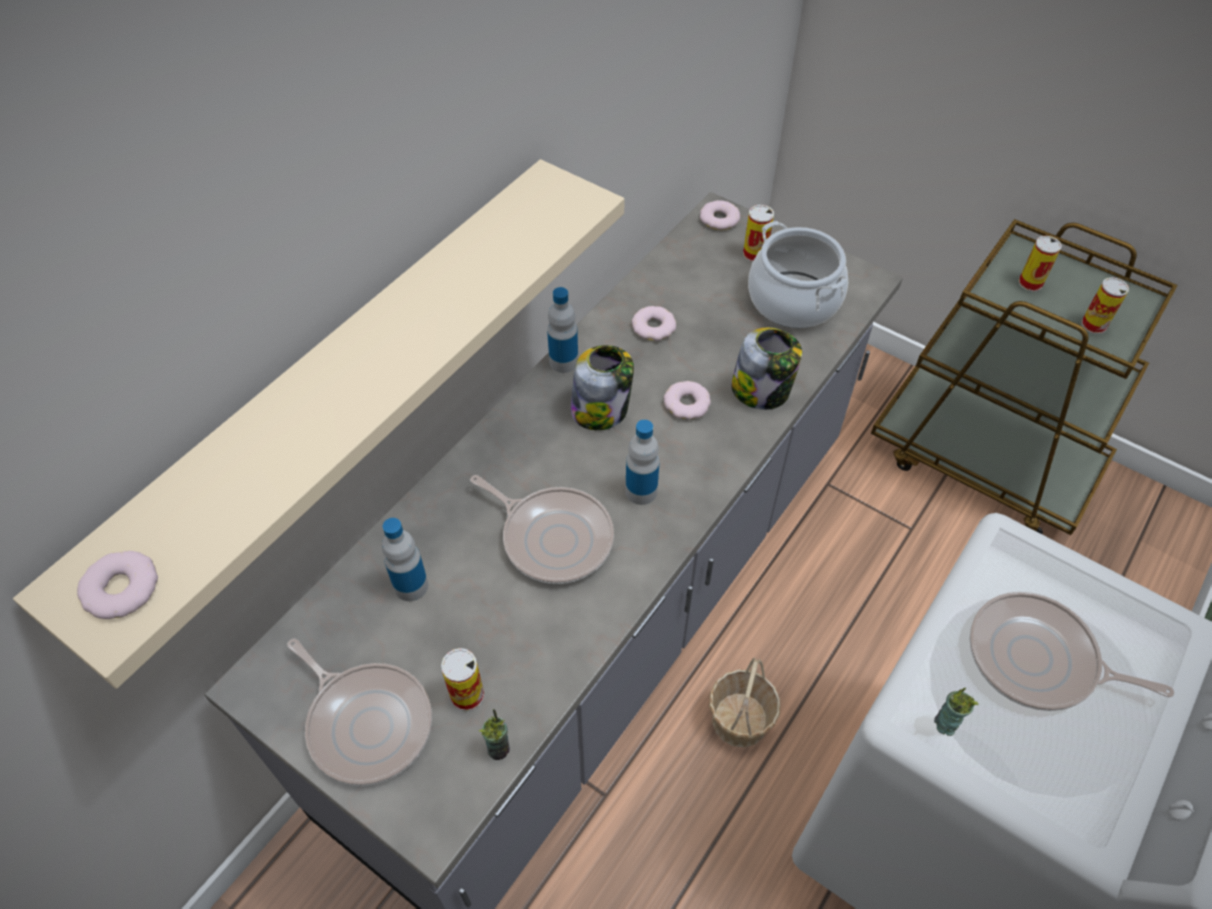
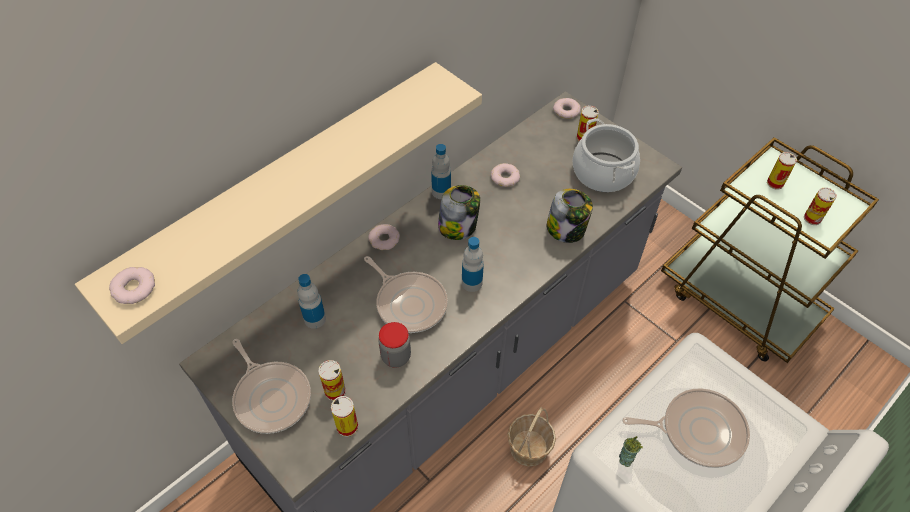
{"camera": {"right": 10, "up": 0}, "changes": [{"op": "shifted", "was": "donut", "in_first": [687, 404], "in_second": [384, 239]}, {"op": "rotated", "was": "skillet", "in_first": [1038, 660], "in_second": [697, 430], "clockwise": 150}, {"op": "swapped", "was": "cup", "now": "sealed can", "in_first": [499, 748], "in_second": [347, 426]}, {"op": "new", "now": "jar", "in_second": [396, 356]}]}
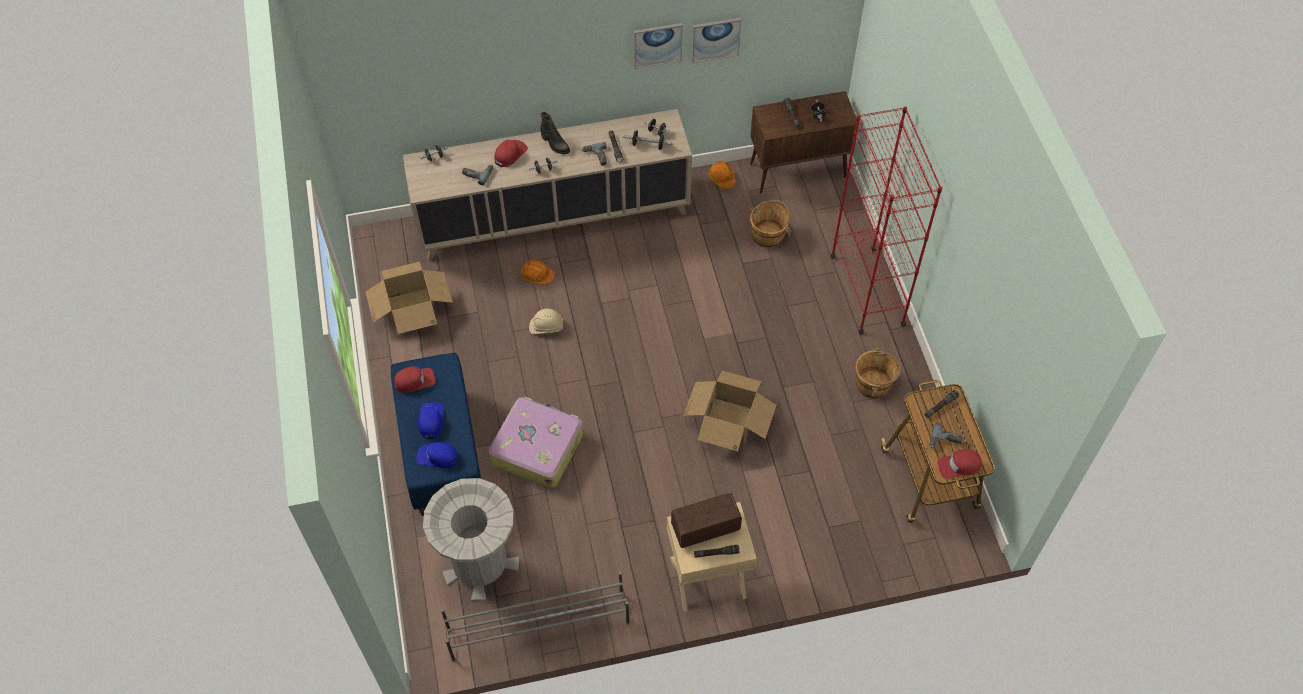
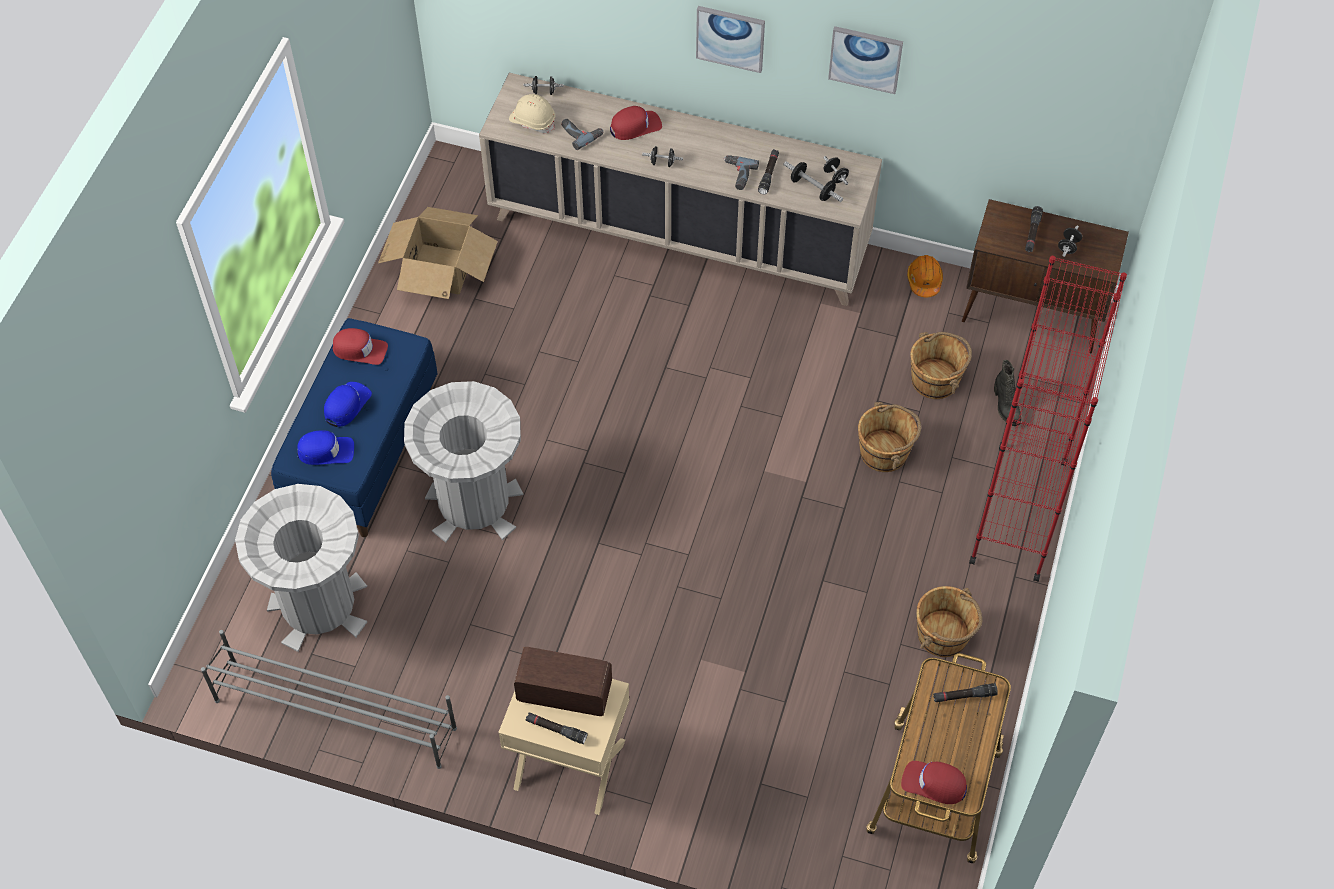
{"camera": {"right": 30, "up": 0}, "changes": [{"op": "shifted", "was": "picture", "in_first": [715, 39], "in_second": [730, 38]}, {"op": "shifted", "was": "blackish tall boot", "in_first": [555, 144], "in_second": [1005, 406]}, {"op": "gone", "was": "orange-coloured hard hat", "in_first": [537, 275]}, {"op": "shifted", "was": "beige hard hat", "in_first": [546, 326], "in_second": [532, 121]}, {"op": "gone", "was": "carton", "in_first": [728, 421]}, {"op": "swapped", "was": "travel case", "now": "grey rubbish bin", "in_first": [537, 447], "in_second": [474, 504]}, {"op": "gone", "was": "electric drill", "in_first": [945, 442]}, {"op": "rotated", "was": "bluish baseball cap", "in_first": [438, 457], "in_second": [326, 451], "clockwise": 135}, {"op": "new", "now": "brown-coloured pail", "in_second": [885, 452]}]}
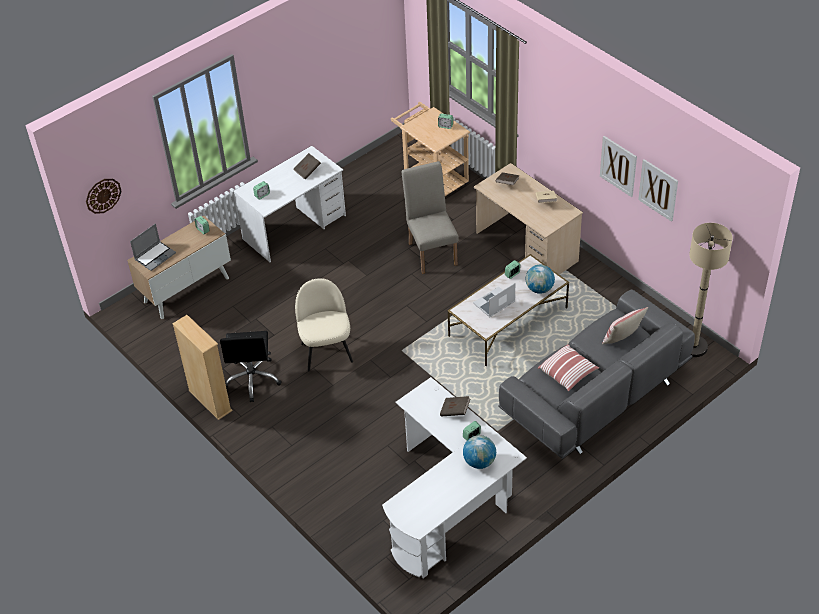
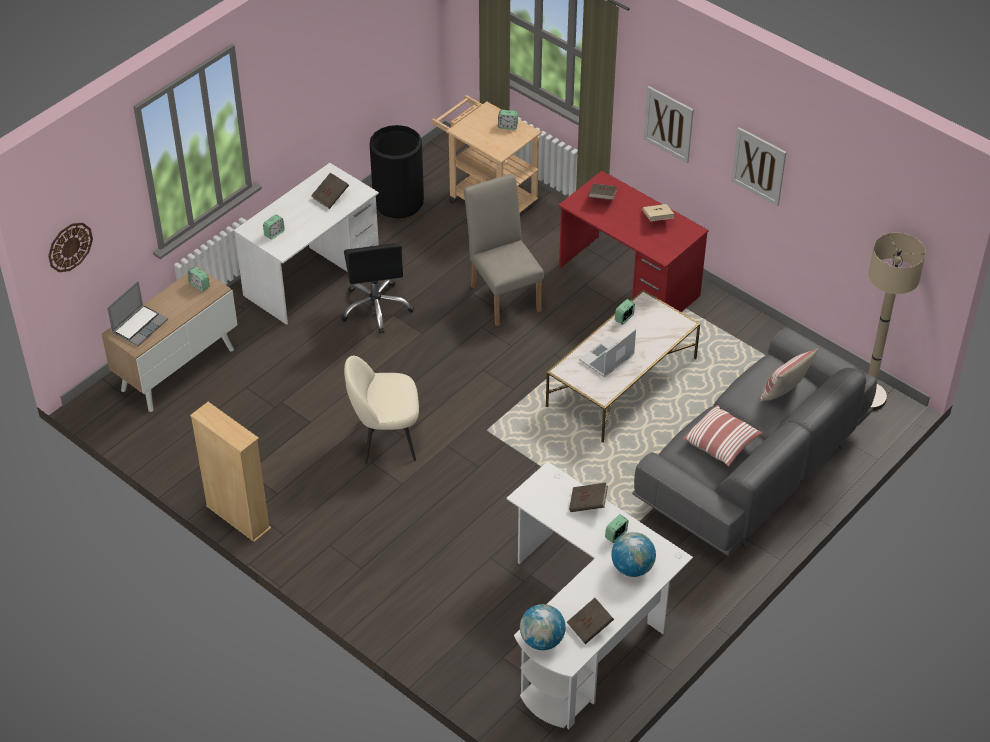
{"camera": {"right": -10, "up": 0}, "changes": [{"op": "shifted", "was": "picture", "in_first": [658, 190], "in_second": [668, 124]}, {"op": "repainted", "was": "beige desk", "now": "red desk", "in_first": [526, 247], "in_second": [629, 282]}, {"op": "shifted", "was": "desk globe", "in_first": [539, 289], "in_second": [542, 640]}, {"op": "rotated", "was": "beige chair", "in_first": [326, 351], "in_second": [385, 439], "clockwise": -75}, {"op": "shifted", "was": "blackish desk chair", "in_first": [252, 379], "in_second": [376, 308]}, {"op": "new", "now": "blackish rubbish bin", "in_second": [398, 202]}, {"op": "new", "now": "brown-coloured bound book", "in_second": [590, 627]}]}
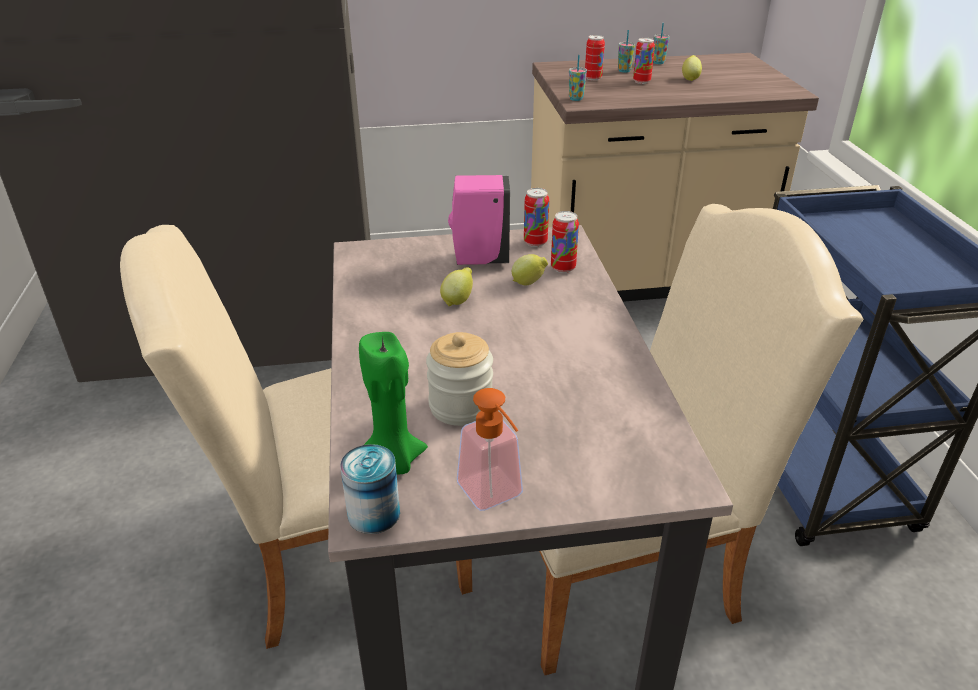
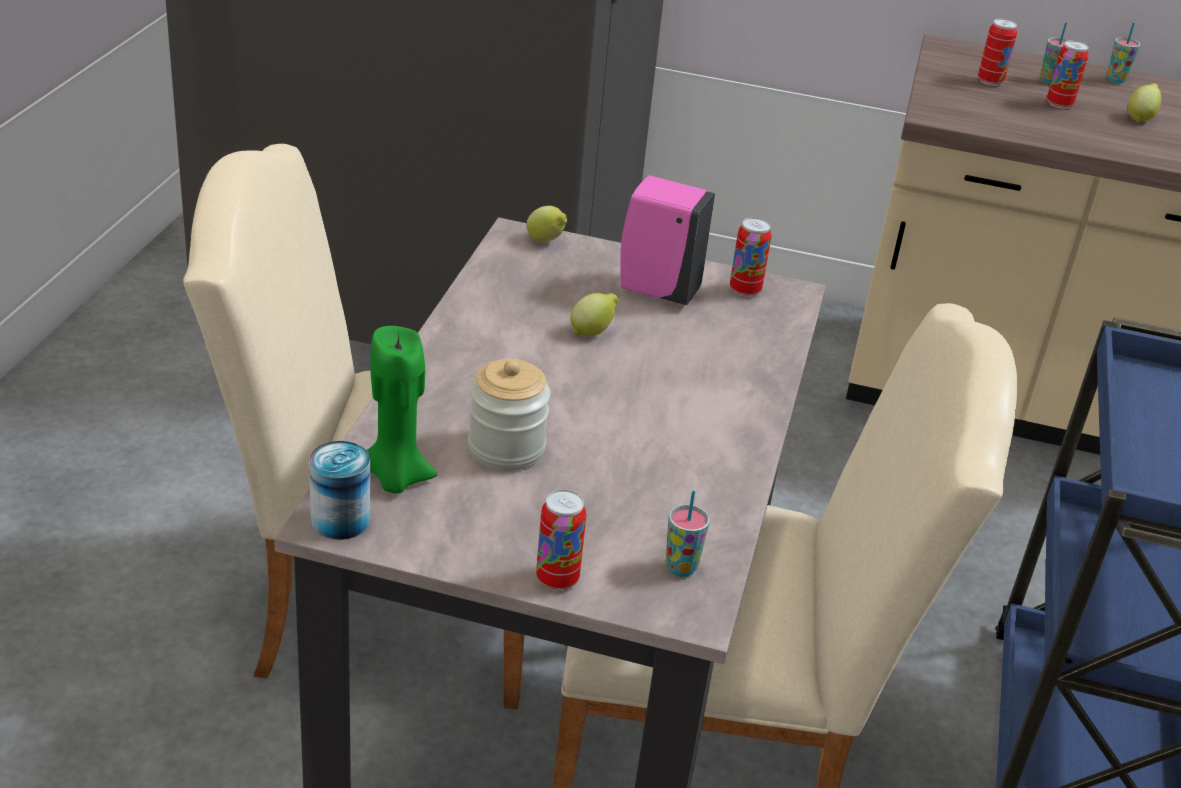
{"camera": {"right": 20, "up": 0}, "changes": [{"op": "shifted", "was": "cup", "in_first": [576, 99], "in_second": [681, 567]}, {"op": "shifted", "was": "sealed can", "in_first": [563, 268], "in_second": [557, 578]}, {"op": "shifted", "was": "citrus fruit", "in_first": [529, 283], "in_second": [546, 241]}, {"op": "gone", "was": "soap dispenser", "in_first": [495, 496]}]}
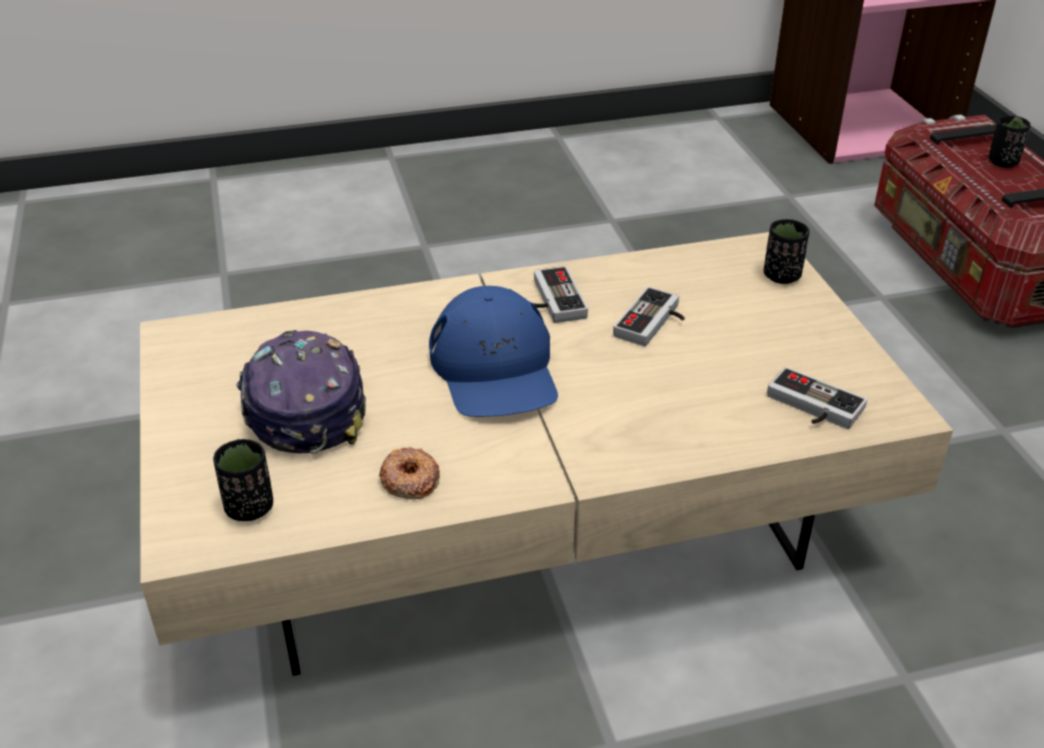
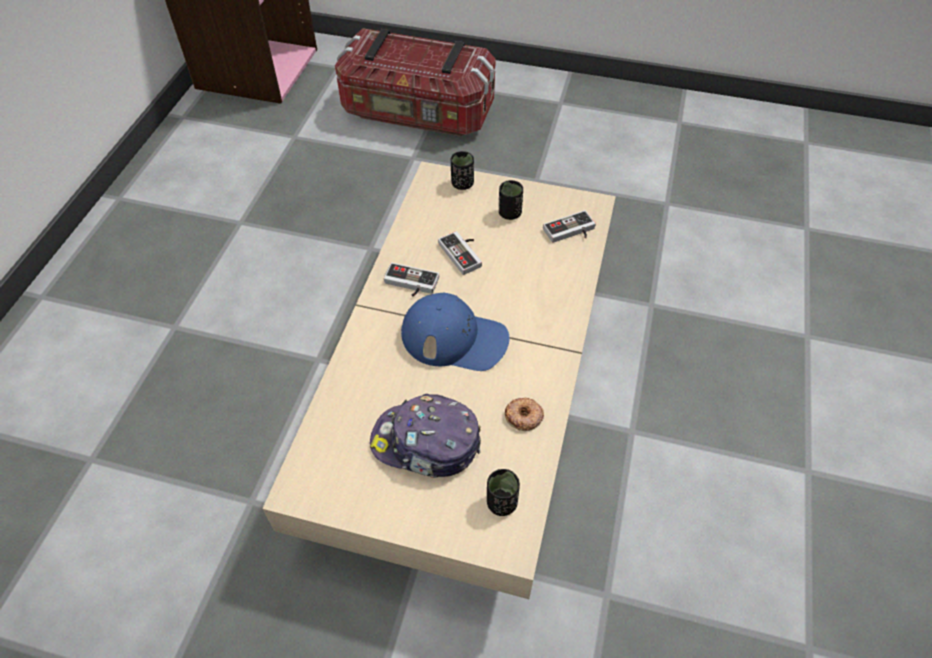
{"camera": {"right": -60, "up": 15}, "changes": [{"op": "shifted", "was": "blackish cup", "in_first": [1003, 162], "in_second": [509, 213]}]}
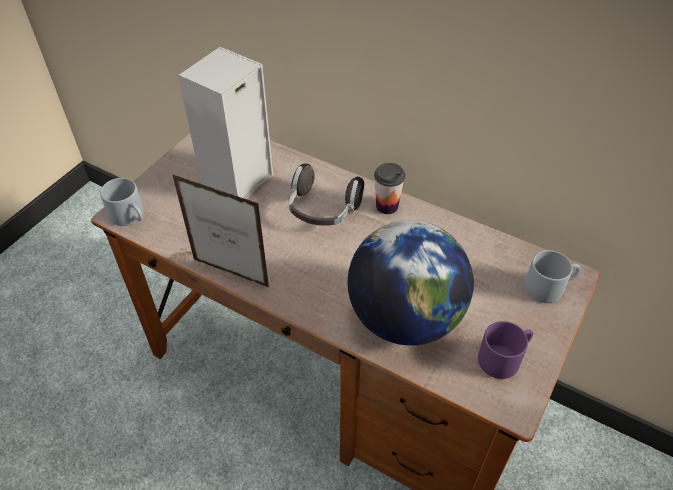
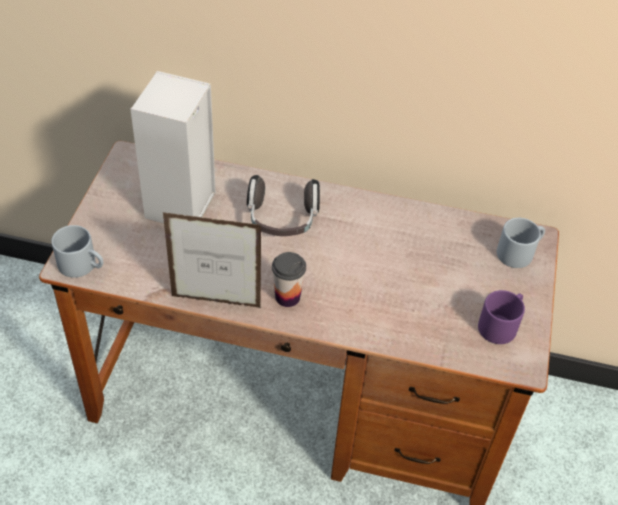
{"camera": {"right": -20, "up": 0}, "changes": [{"op": "shifted", "was": "cup", "in_first": [387, 206], "in_second": [287, 297]}, {"op": "gone", "was": "desk globe", "in_first": [404, 318]}]}
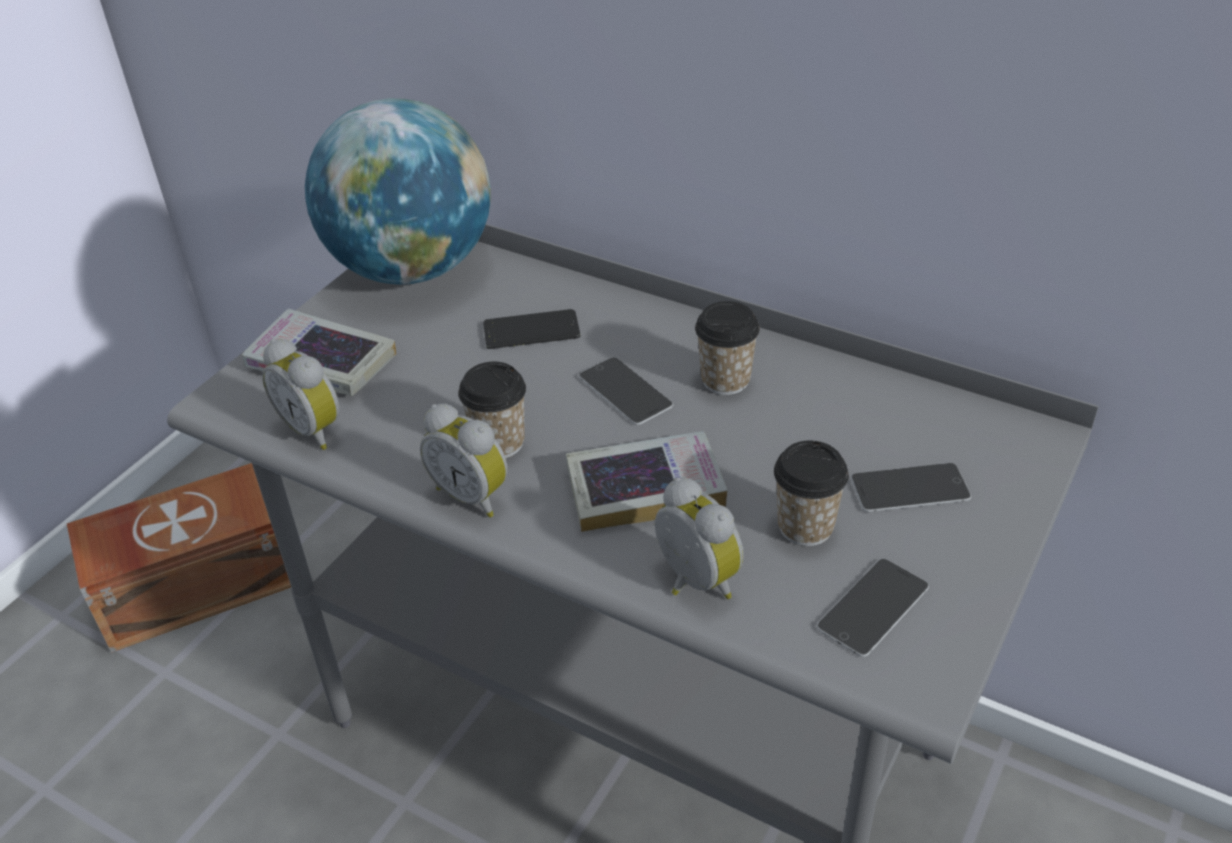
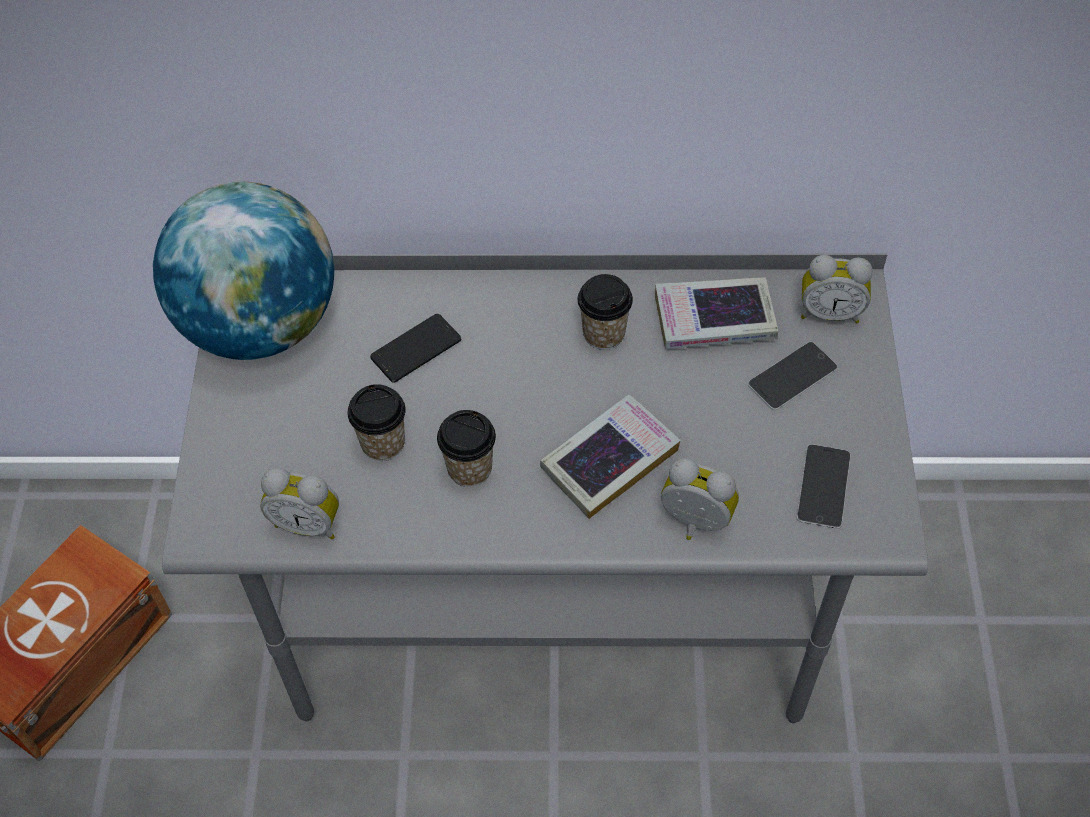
{"camera": {"right": -30, "up": 15}, "changes": [{"op": "shifted", "was": "bound book", "in_first": [321, 363], "in_second": [714, 320]}, {"op": "gone", "was": "phone", "in_first": [625, 391]}, {"op": "shifted", "was": "bedside clock", "in_first": [473, 495], "in_second": [829, 312]}, {"op": "shifted", "was": "cup", "in_first": [805, 526], "in_second": [383, 443]}]}
